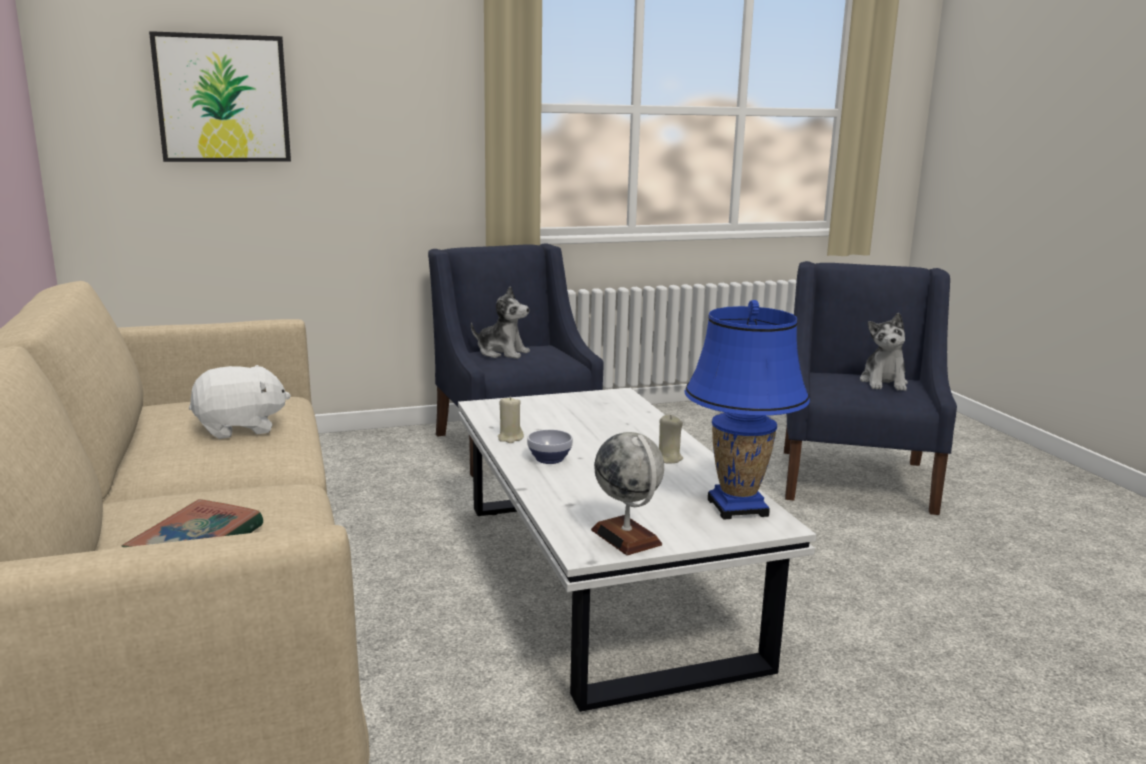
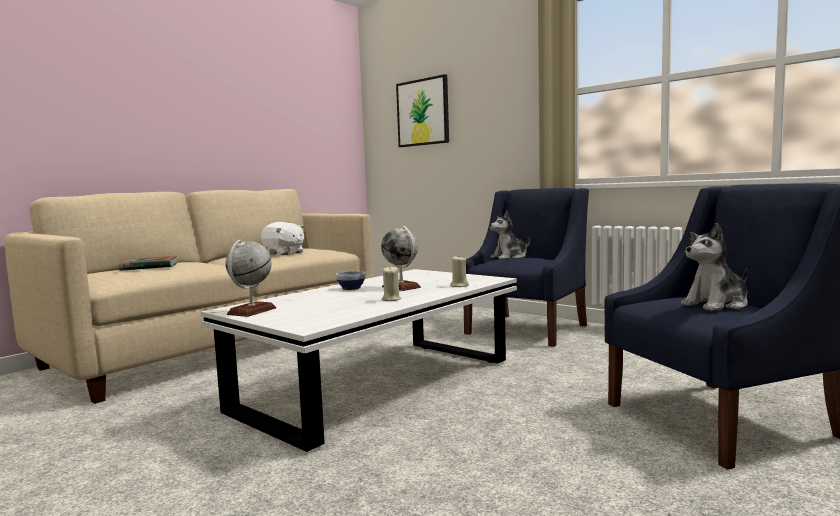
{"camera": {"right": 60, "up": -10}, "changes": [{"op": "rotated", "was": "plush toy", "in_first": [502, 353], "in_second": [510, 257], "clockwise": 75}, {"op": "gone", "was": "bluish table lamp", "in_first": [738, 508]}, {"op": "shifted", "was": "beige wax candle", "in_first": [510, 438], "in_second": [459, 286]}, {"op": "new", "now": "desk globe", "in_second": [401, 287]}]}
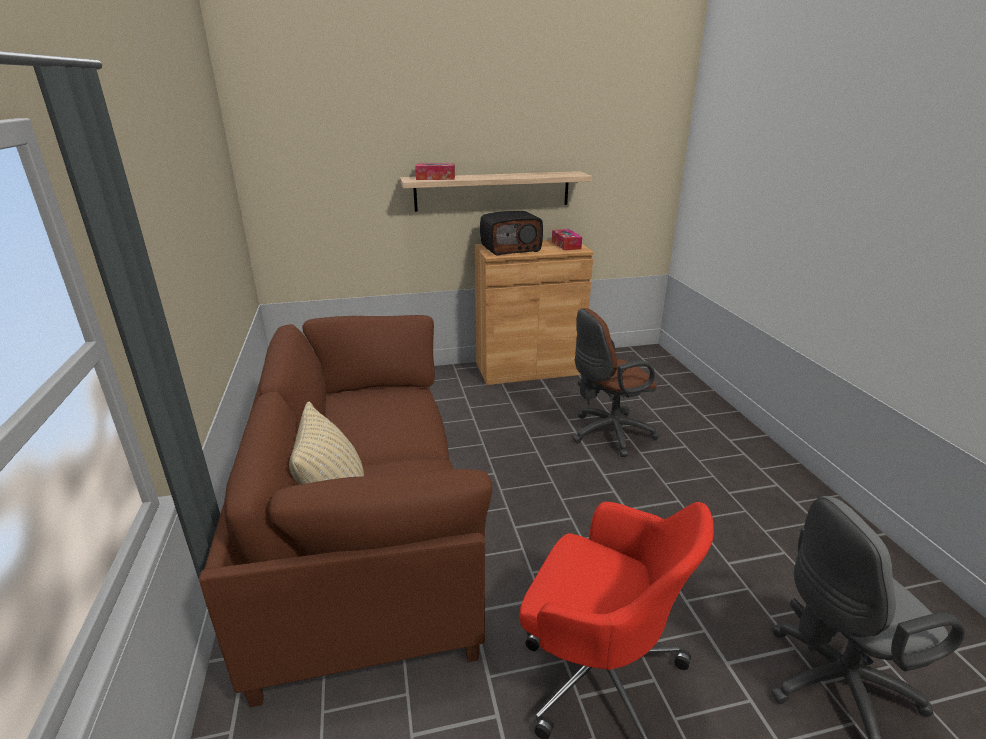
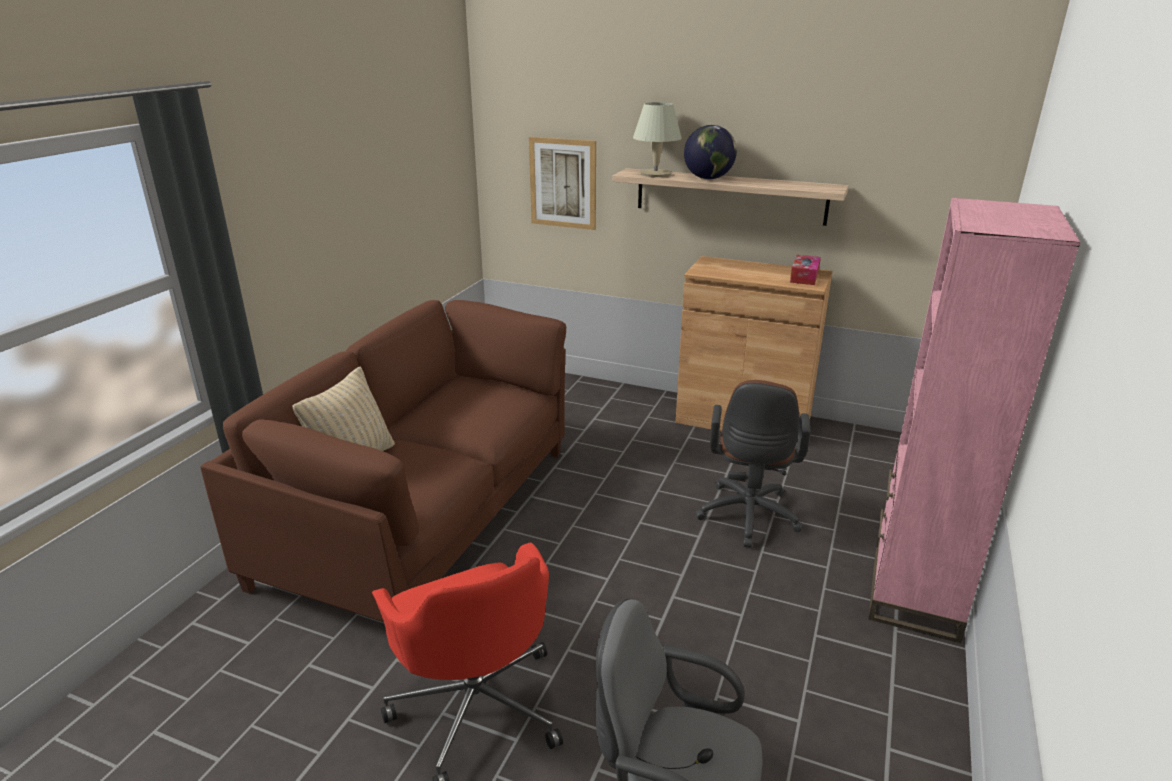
{"camera": {"right": 35, "up": 0}, "changes": [{"op": "swapped", "was": "tissue box", "now": "beige table lamp", "in_first": [435, 178], "in_second": [656, 174]}, {"op": "gone", "was": "radio receiver", "in_first": [510, 248]}, {"op": "rotated", "was": "brown-coloured desk chair", "in_first": [607, 434], "in_second": [747, 518], "clockwise": -90}, {"op": "new", "now": "desk globe", "in_second": [708, 178]}, {"op": "new", "now": "picture", "in_second": [563, 183]}, {"op": "new", "now": "pink bookshelf", "in_second": [914, 591]}]}
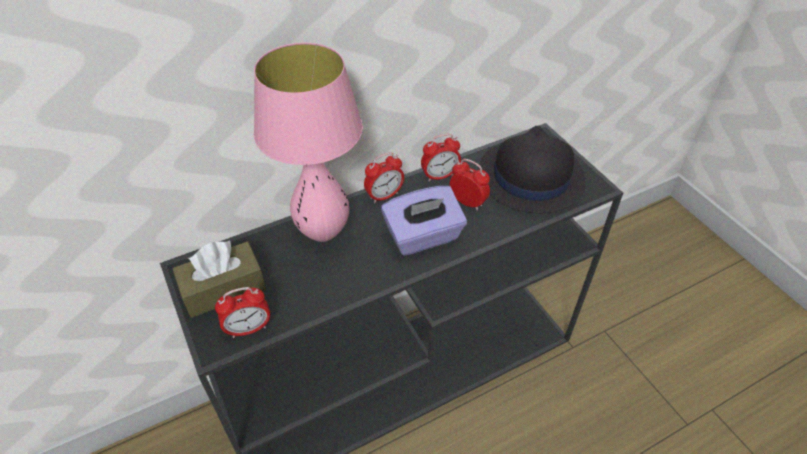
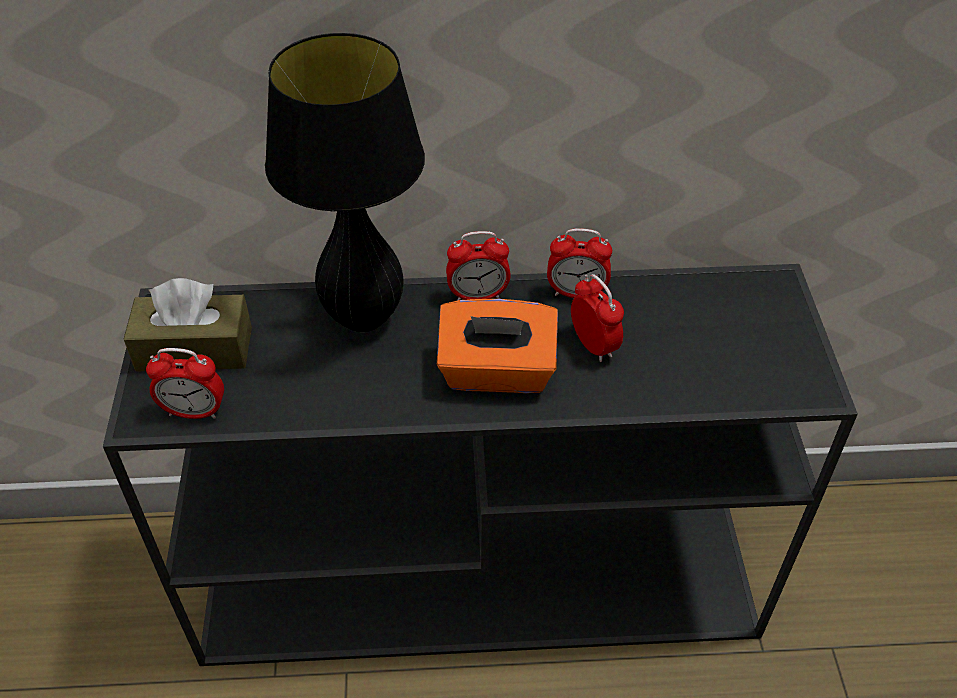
{"camera": {"right": 25, "up": 0}, "changes": [{"op": "repainted", "was": "pink table lamp", "now": "blackish table lamp", "in_first": [323, 232], "in_second": [364, 318]}, {"op": "gone", "was": "blackish hat", "in_first": [530, 177]}, {"op": "repainted", "was": "purple-coloured tissue box", "now": "orange-coloured tissue box", "in_first": [423, 237], "in_second": [496, 373]}]}
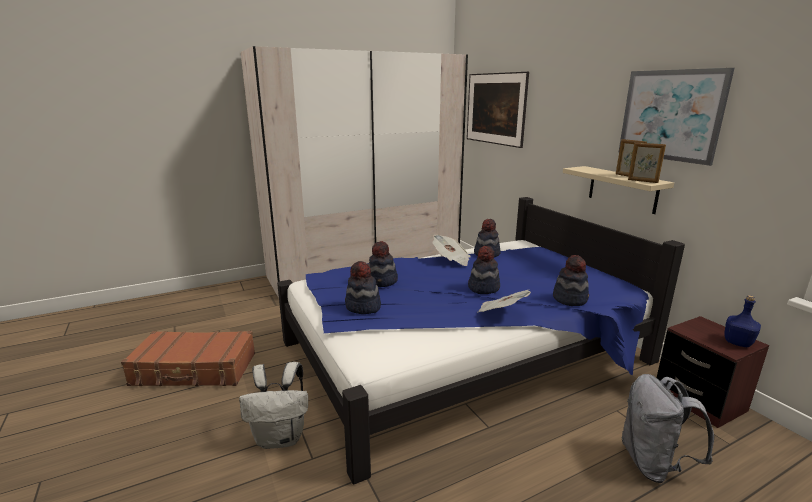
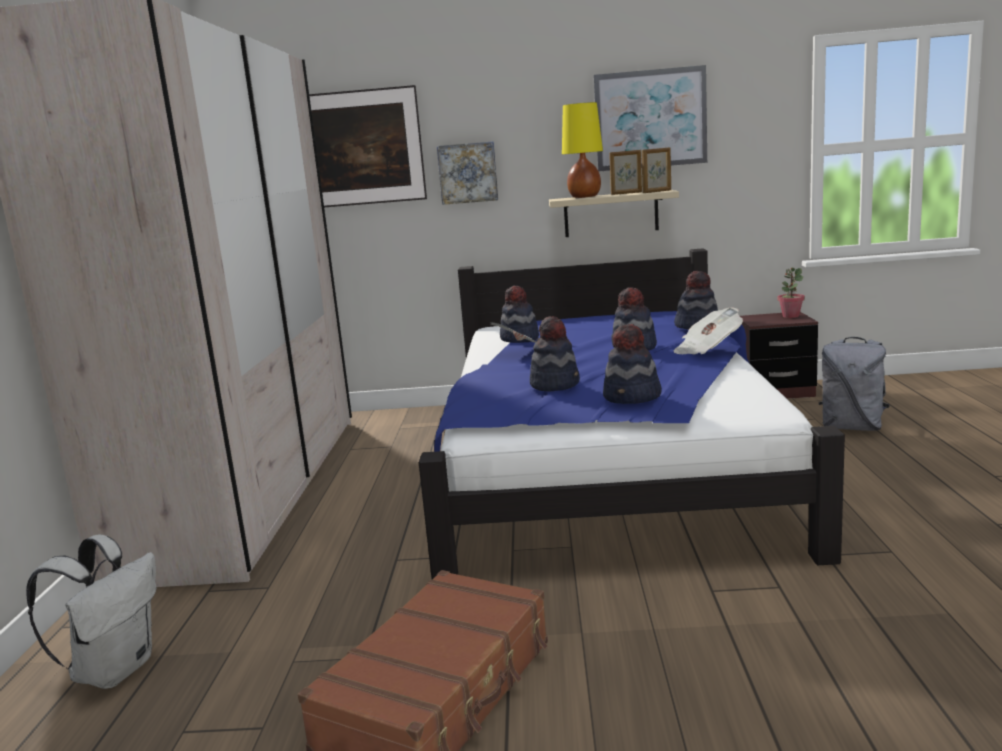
{"camera": {"right": -60, "up": -5}, "changes": [{"op": "swapped", "was": "bluish drink bottle", "now": "plant in a pot", "in_first": [737, 342], "in_second": [790, 316]}, {"op": "shifted", "was": "whitish rucksack", "in_first": [281, 437], "in_second": [114, 670]}, {"op": "new", "now": "yellow table lamp", "in_second": [585, 197]}, {"op": "new", "now": "picture", "in_second": [468, 173]}]}
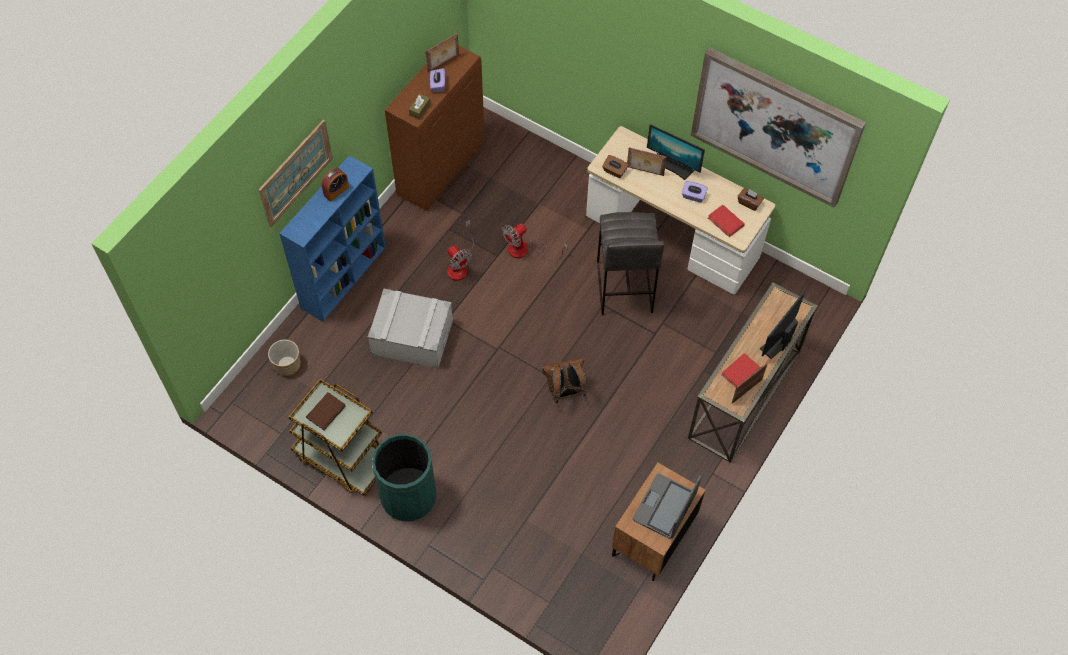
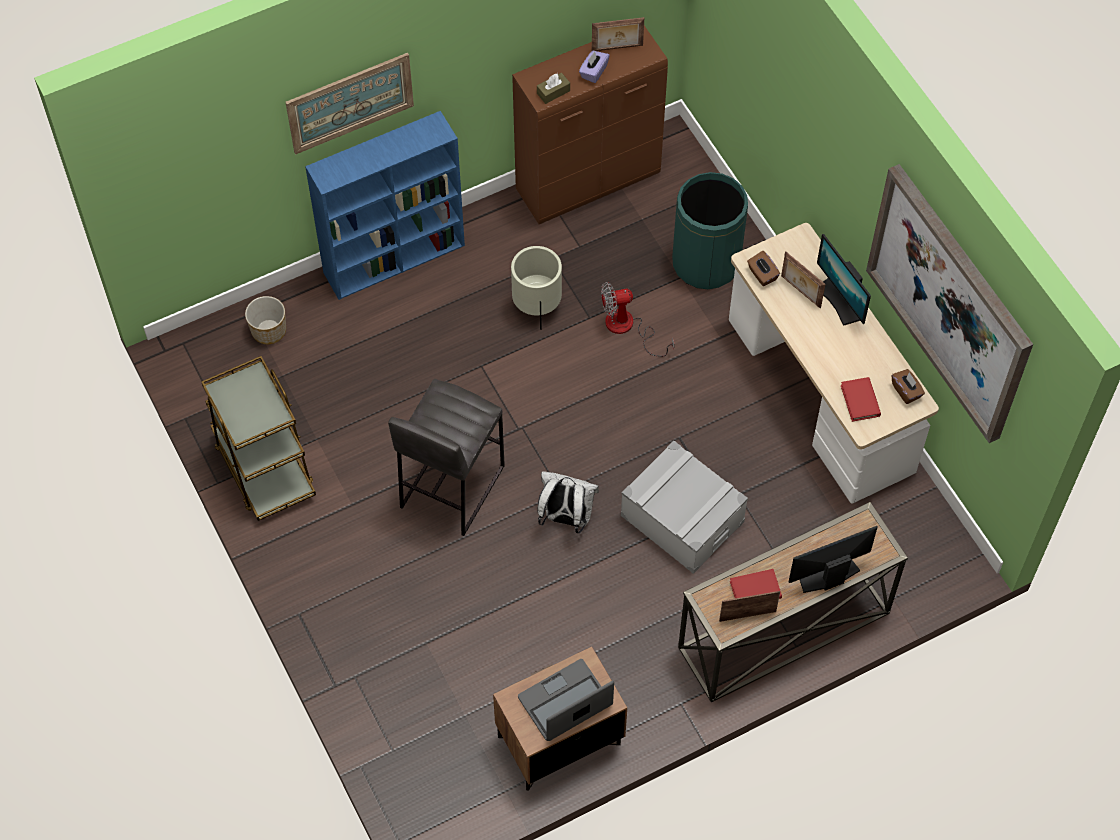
{"camera": {"right": 30, "up": 0}, "changes": [{"op": "gone", "was": "bedside clock", "in_first": [336, 191]}, {"op": "gone", "was": "purple-coloured tissue box", "in_first": [693, 196]}, {"op": "shifted", "was": "grey sitting stool", "in_first": [623, 287], "in_second": [451, 486]}, {"op": "swapped", "was": "fan", "now": "beige planter", "in_first": [459, 265], "in_second": [537, 307]}, {"op": "shifted", "was": "grey storage bin", "in_first": [412, 337], "in_second": [682, 518]}, {"op": "repainted", "was": "brown-coloured rucksack", "now": "whitish rucksack", "in_first": [564, 391], "in_second": [566, 518]}, {"op": "gone", "was": "brown-coloured bound book", "in_first": [326, 412]}, {"op": "shifted", "was": "green rubbish bin", "in_first": [408, 496], "in_second": [706, 263]}]}
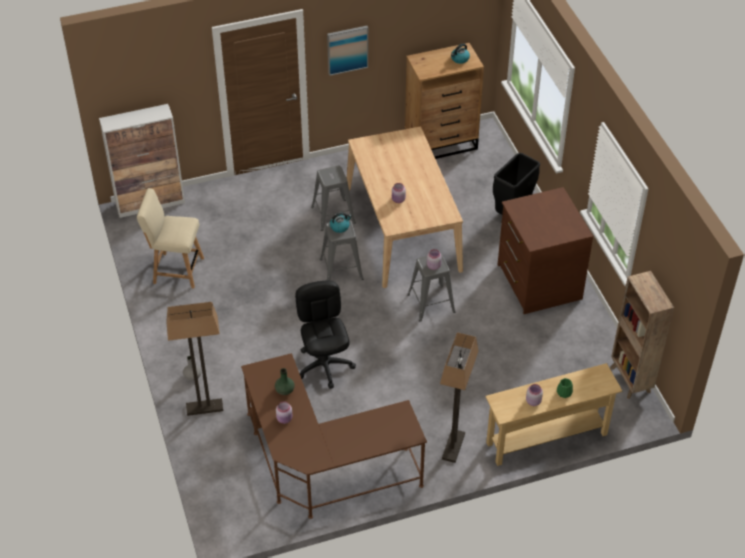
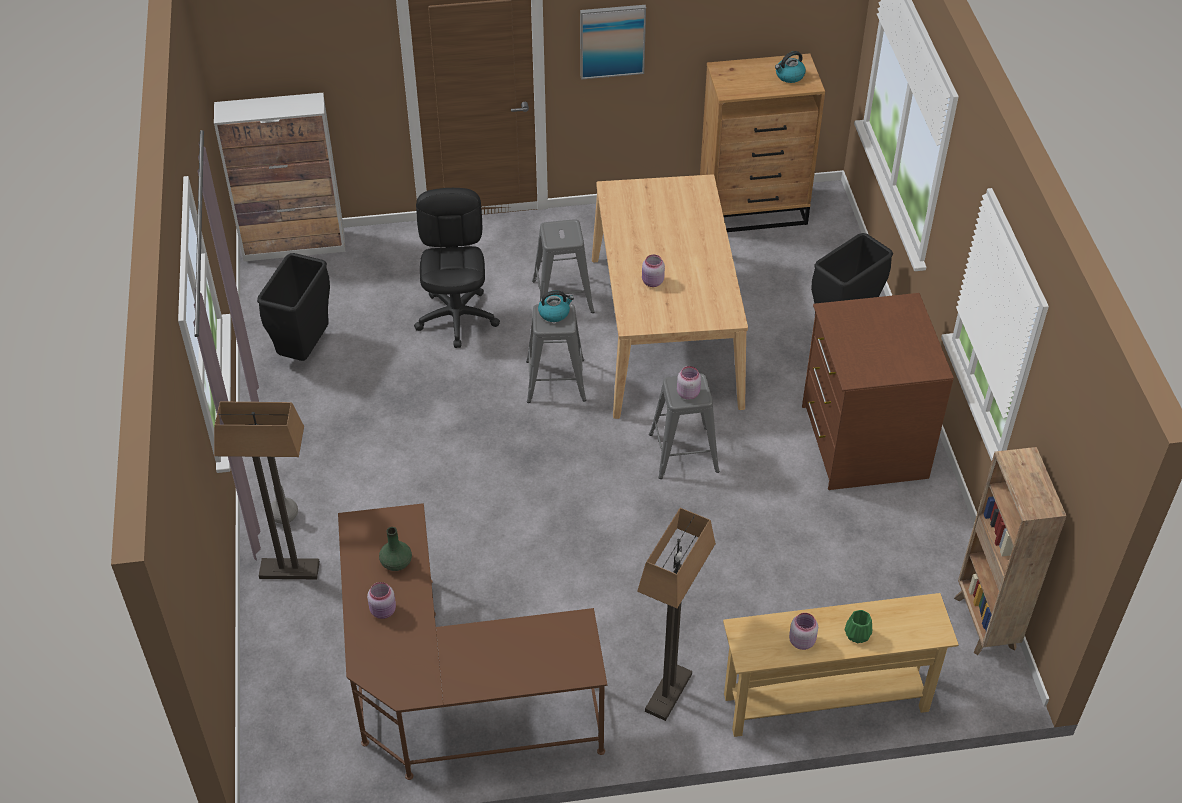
{"camera": {"right": 10, "up": 0}, "changes": [{"op": "swapped", "was": "beige chair", "now": "blackish rubbish bin", "in_first": [175, 270], "in_second": [304, 349]}, {"op": "shifted", "was": "blackish desk chair", "in_first": [325, 365], "in_second": [457, 317]}]}
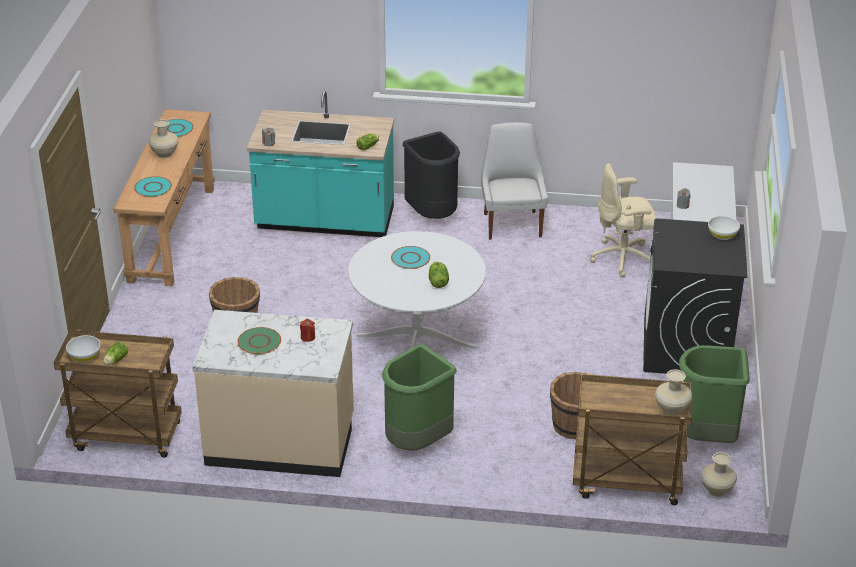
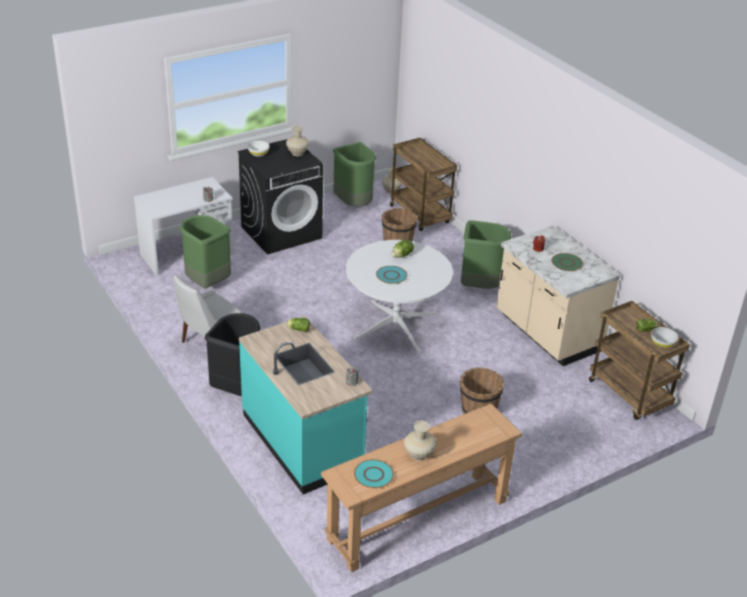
{"camera": {"right": -130, "up": 0}, "changes": [{"op": "swapped", "was": "beige desk chair", "now": "green rubbish bin", "in_first": [623, 258], "in_second": [206, 283]}, {"op": "gone", "was": "turquoise-coloured plate", "in_first": [153, 188]}, {"op": "shifted", "was": "beige flower vase", "in_first": [671, 409], "in_second": [297, 153]}]}
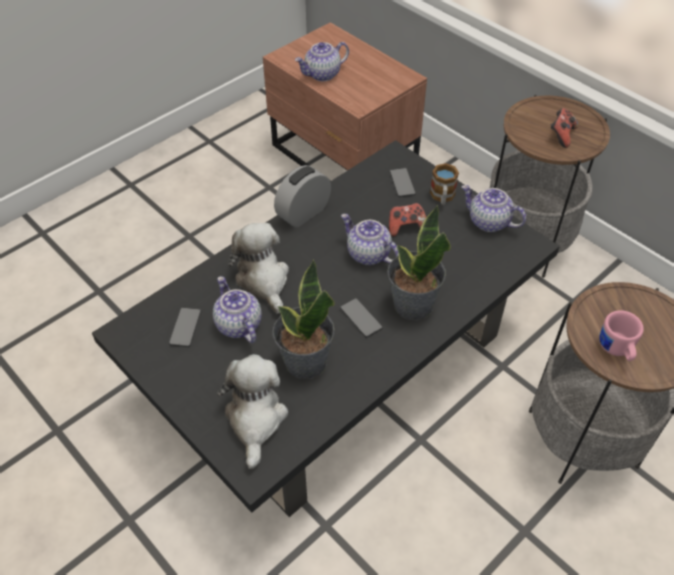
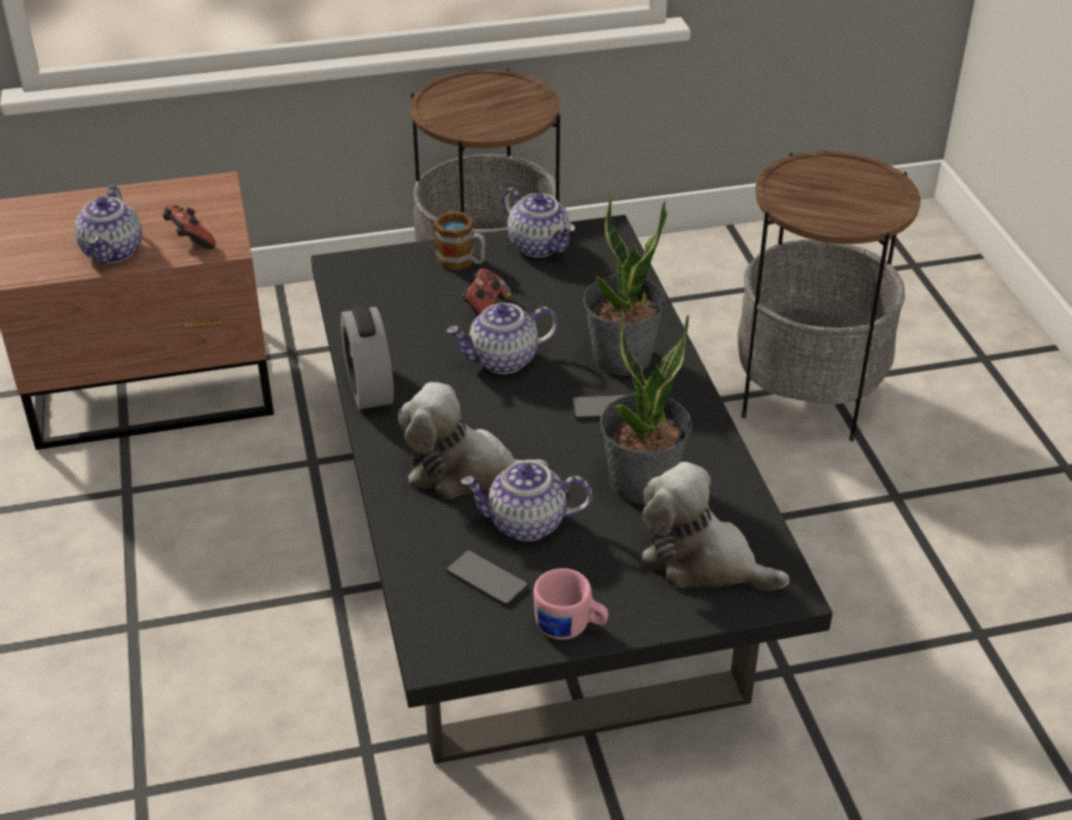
{"camera": {"right": -60, "up": -10}, "changes": [{"op": "shifted", "was": "gamepad", "in_first": [561, 136], "in_second": [190, 241]}, {"op": "gone", "was": "phone", "in_first": [402, 183]}, {"op": "rotated", "was": "pot for tea", "in_first": [488, 222], "in_second": [539, 246], "clockwise": -105}, {"op": "shifted", "was": "pink mug", "in_first": [616, 350], "in_second": [570, 627]}]}
